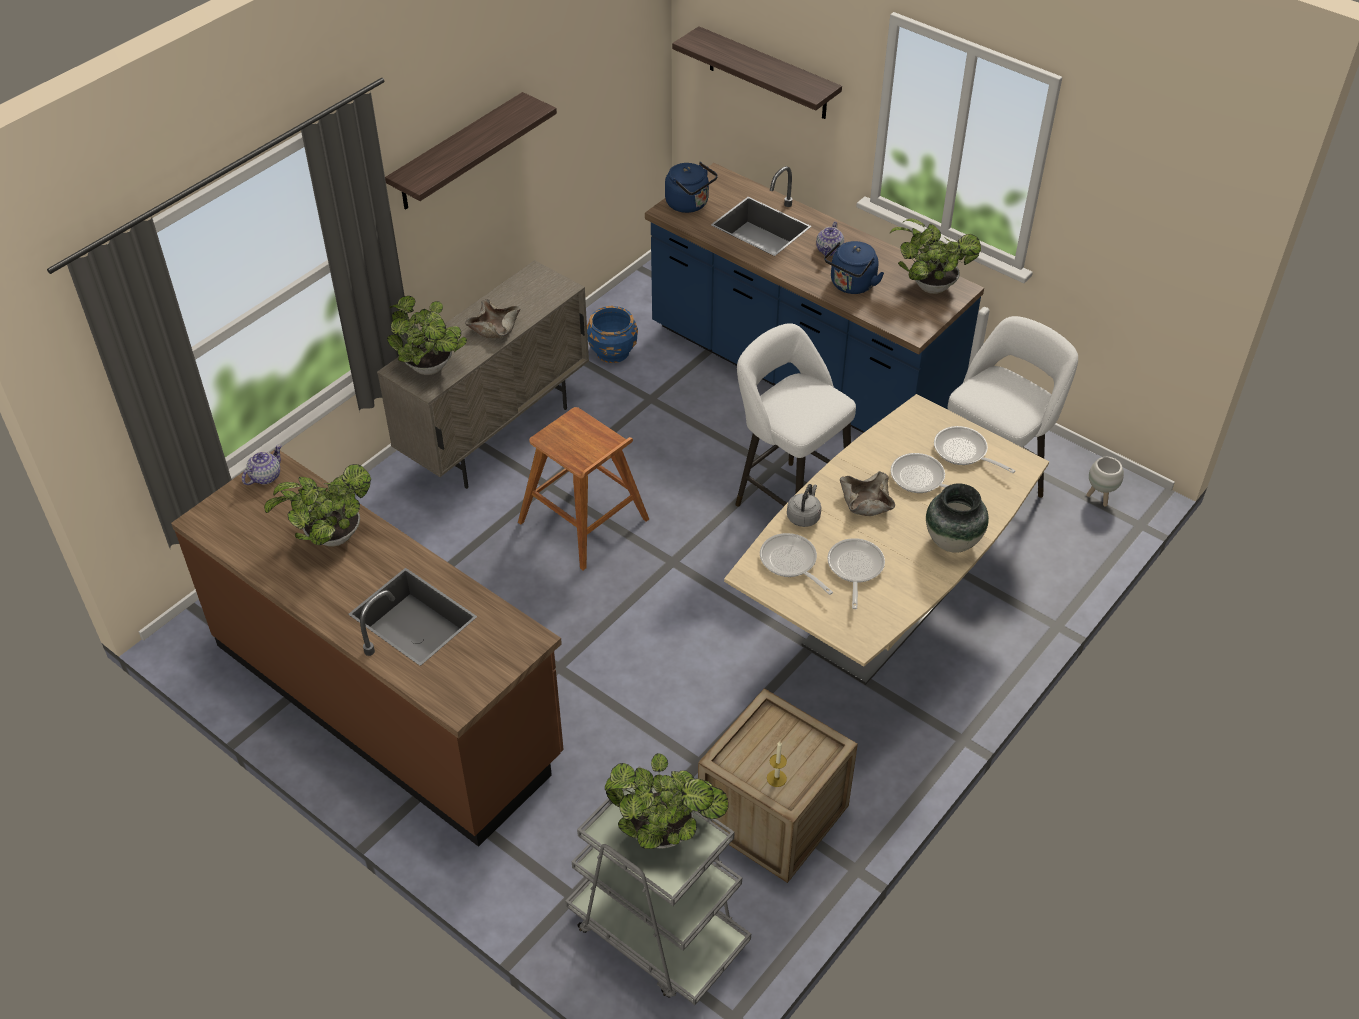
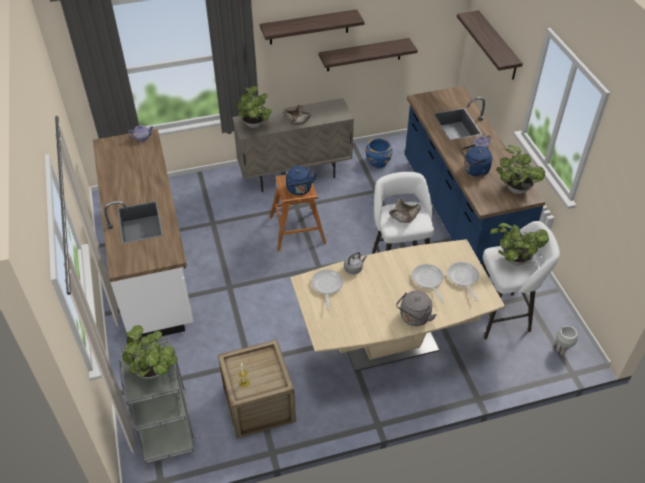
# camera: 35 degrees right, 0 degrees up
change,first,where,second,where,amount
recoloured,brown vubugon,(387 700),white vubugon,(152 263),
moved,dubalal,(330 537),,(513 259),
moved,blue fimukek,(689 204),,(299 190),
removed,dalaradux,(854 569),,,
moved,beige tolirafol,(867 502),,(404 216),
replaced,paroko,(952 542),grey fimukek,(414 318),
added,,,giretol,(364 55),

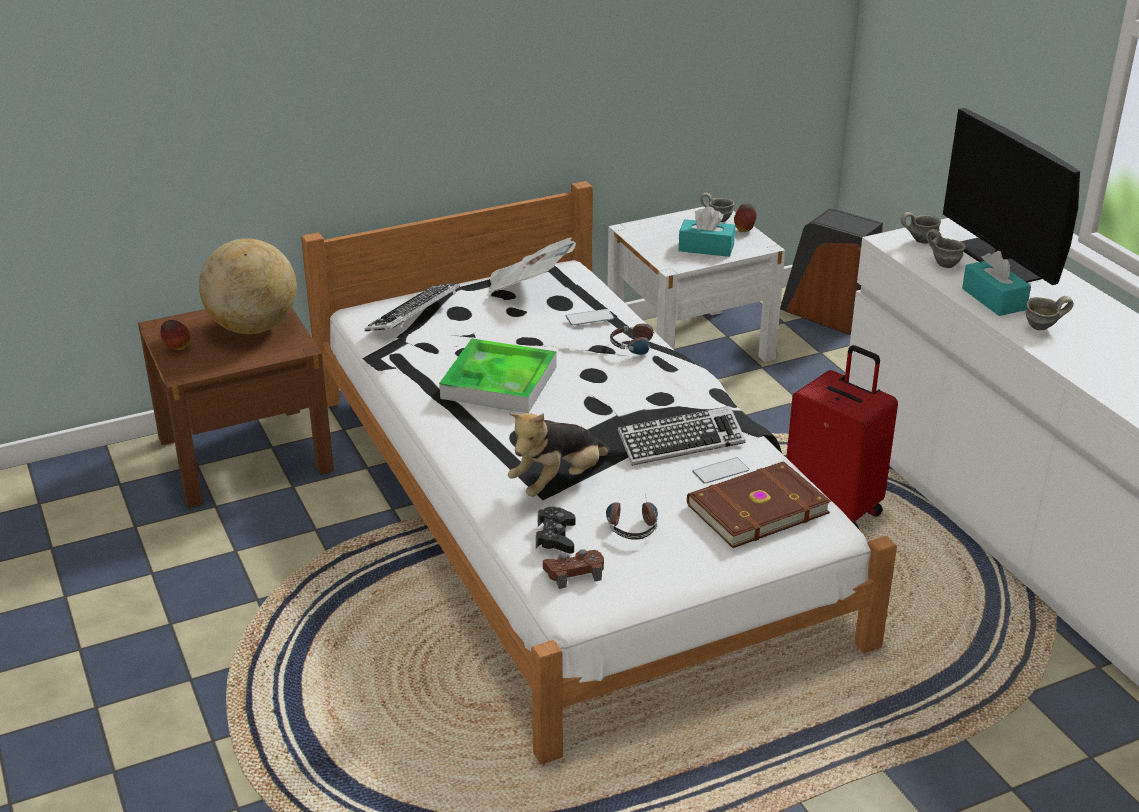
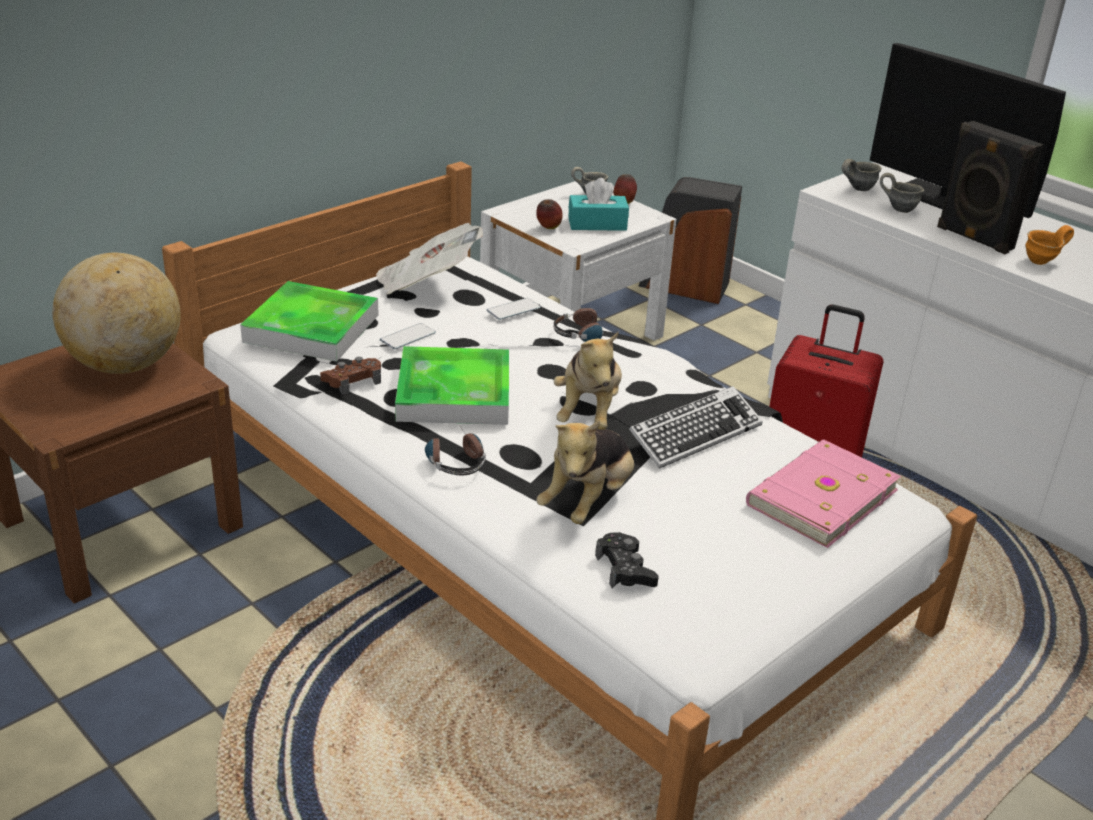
# camera: 20 degrees left, 0 degrees up
change,first,where,second,where,amount
moved,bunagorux,(177 348),,(548 228),
replaced,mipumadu,(414 315),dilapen,(311 328),
moved,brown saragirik,(574 573),,(352 381),
moved,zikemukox,(631 523),,(454 459),
recoloured,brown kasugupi,(755 508),pink kasugupi,(819 497),
moved,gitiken,(720 471),,(407 336),
replaced,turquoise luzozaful,(993 299),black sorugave,(973 238),
recoloured,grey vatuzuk,(1043 328),orange vatuzuk,(1043 262),
added,,,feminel,(588 412),

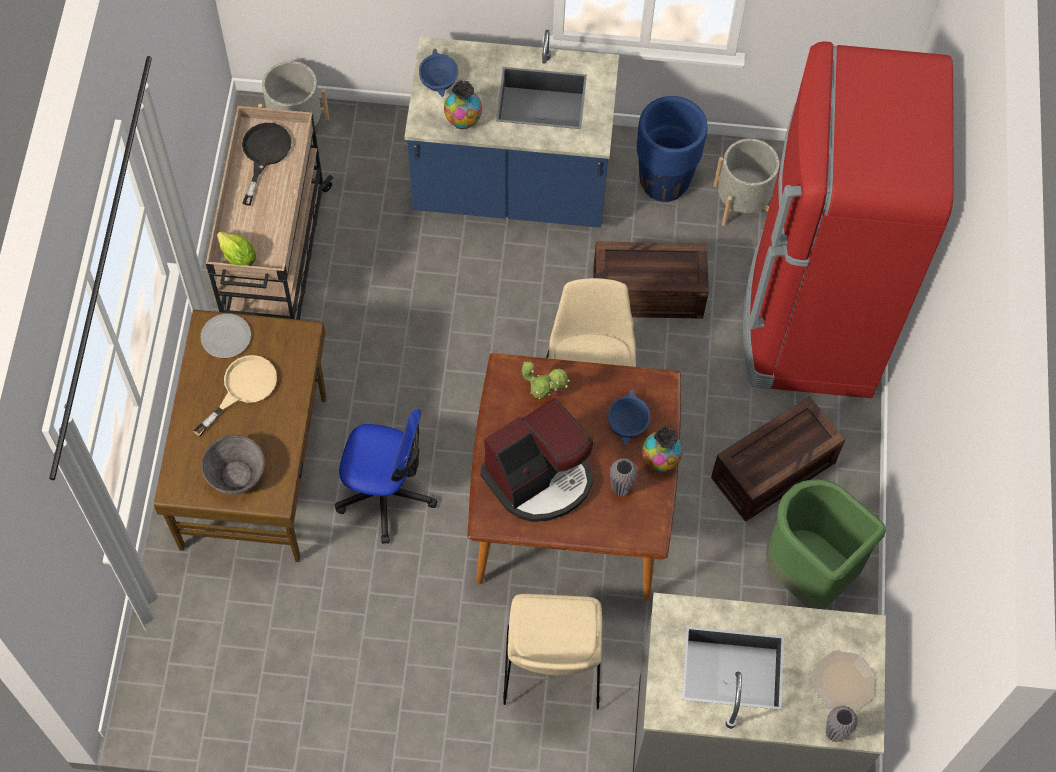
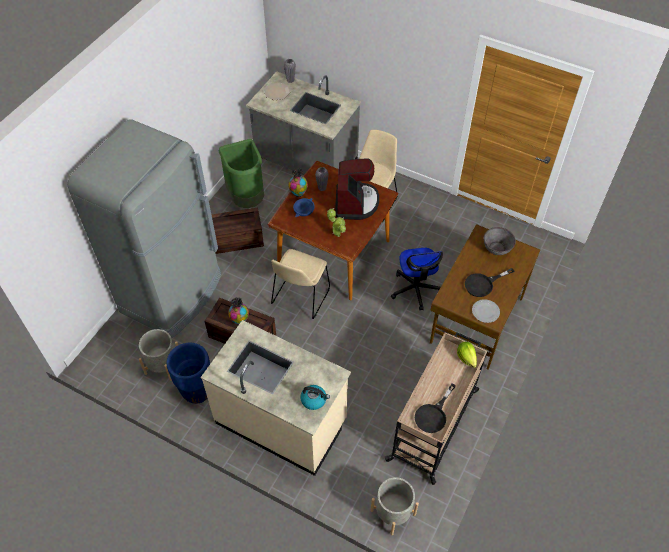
# camera: 155 degrees left, 10 degrees down
change,first,where,second,where,amount
recoloured,beige dalaradux,(243 388),black dalaradux,(483 284),
turned,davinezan,(386 493),,(416 289),135 degrees counterclockwise
recoloured,blue vubugon,(511 187),beige vubugon,(282 421),
replaced,blue tolirafol,(439 79),fimukek,(314 400),
moved,paroko,(463 121),,(240 319),
turned,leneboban,(540 478),,(355 203),105 degrees clockwise
recoloured,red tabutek,(810 322),grey tabutek,(173 294),

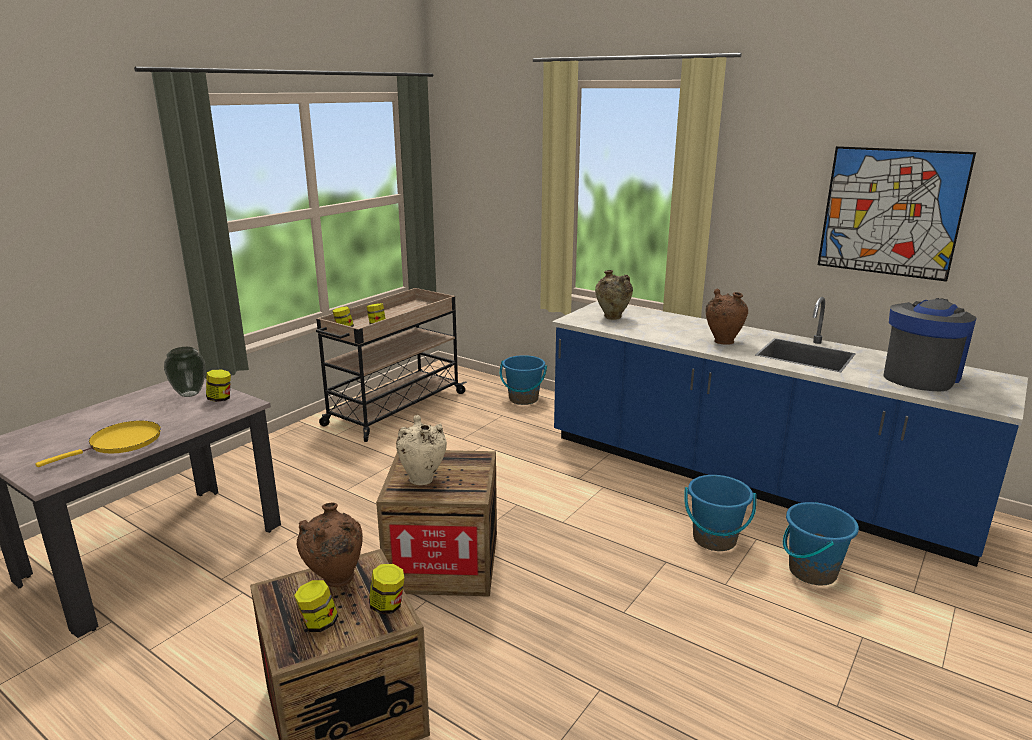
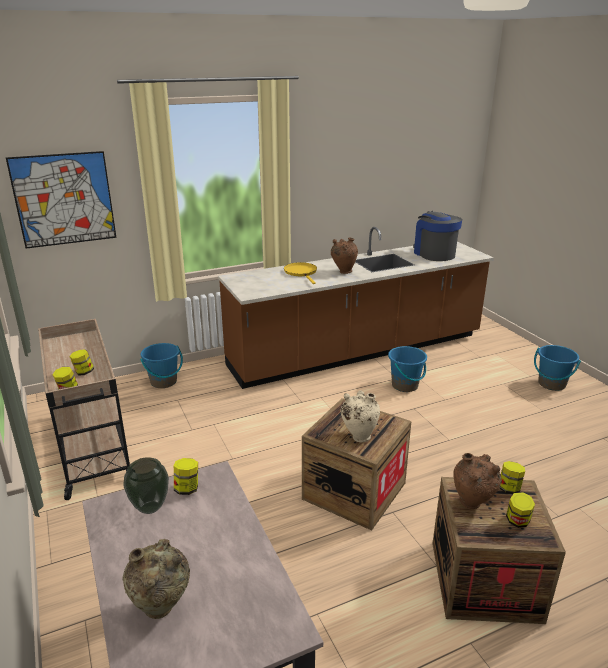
# camera: 60 degrees left, 5 degrees up
change,first,where,second,where,amount
moved,yellow dalaradux,(121 443),,(301 272),
recoloured,blue vubugon,(746 480),brown vubugon,(357 352),
moved,beige paroko,(612 318),,(162 610),
moved,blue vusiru,(812 571),,(551 384),
moved,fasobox,(891 212),,(64 199),

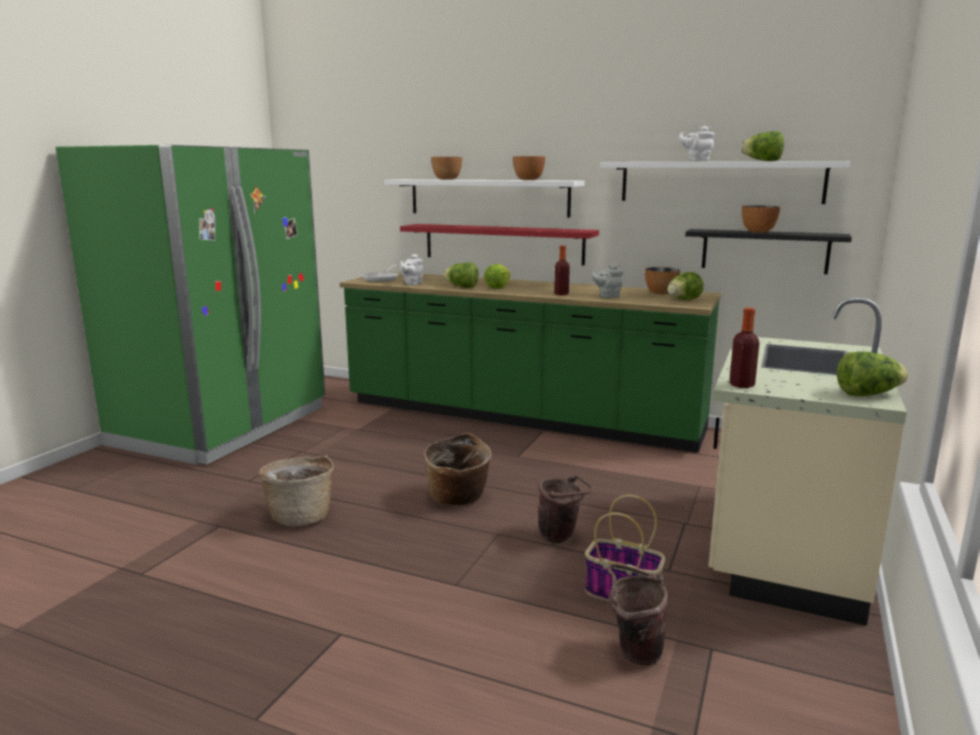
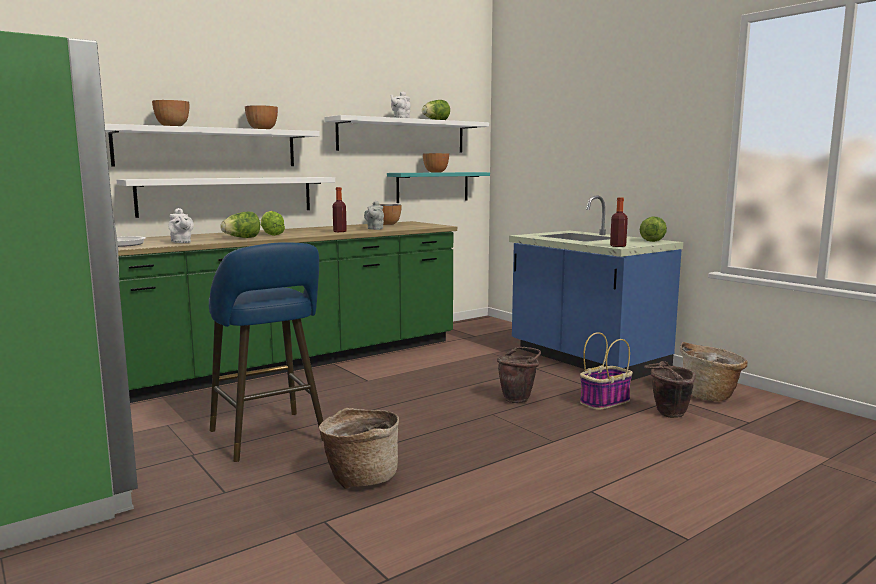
# camera: 60 degrees left, 5 degrees down
change,first,where,second,where,amount
recoloured,red giretol,(503 244),white giretol,(228 195),
moved,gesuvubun,(458 499),,(710 396),
removed,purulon,(683 300),,,
recoloured,black giretol,(764 251),turquoise giretol,(433 187),
recoloured,beige vubugon,(782 548),blue vubugon,(587 359),
added,,,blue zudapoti,(270 438),

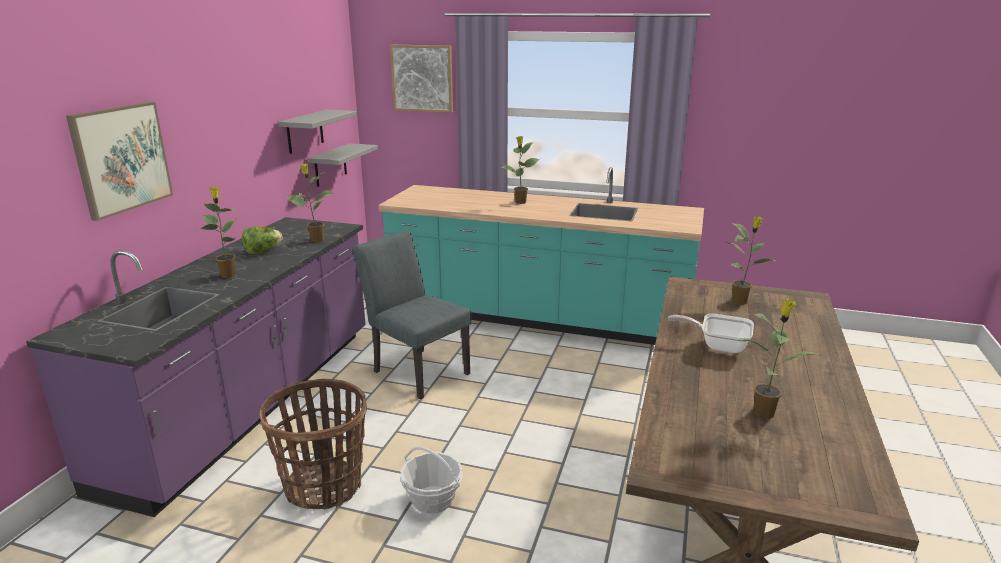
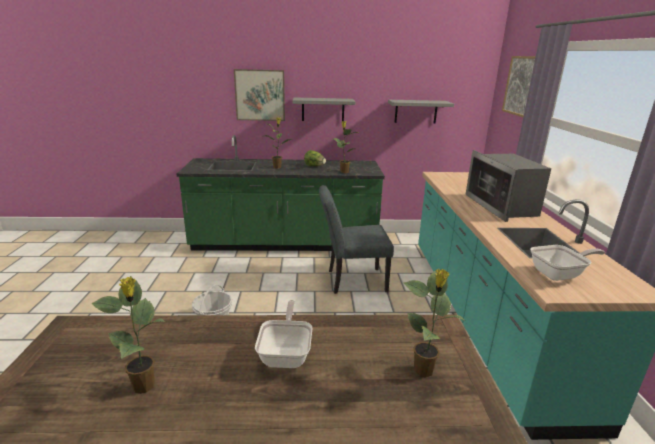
# camera: 70 degrees right, 0 degrees up
change,first,where,second,where,amount
recoloured,purple vubugon,(252 403),green vubugon,(285 243),
removed,gesuvubun,(324 486),,,
moved,grey giretol,(330 165),,(323 109),
turned,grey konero,(416 370),,(351 281),120 degrees counterclockwise
replaced,dubalal,(520 202),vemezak,(502 206),
added,,,dalaradux,(560 274),

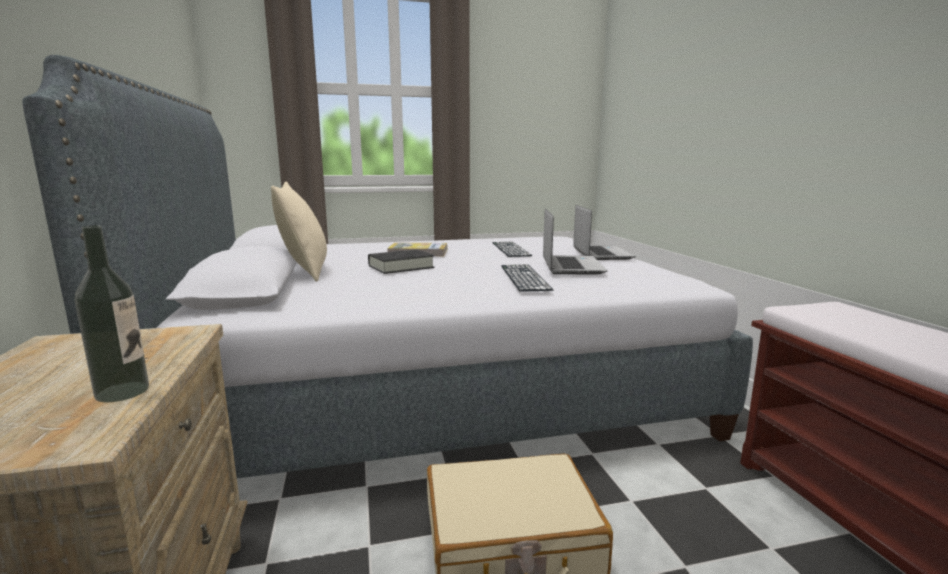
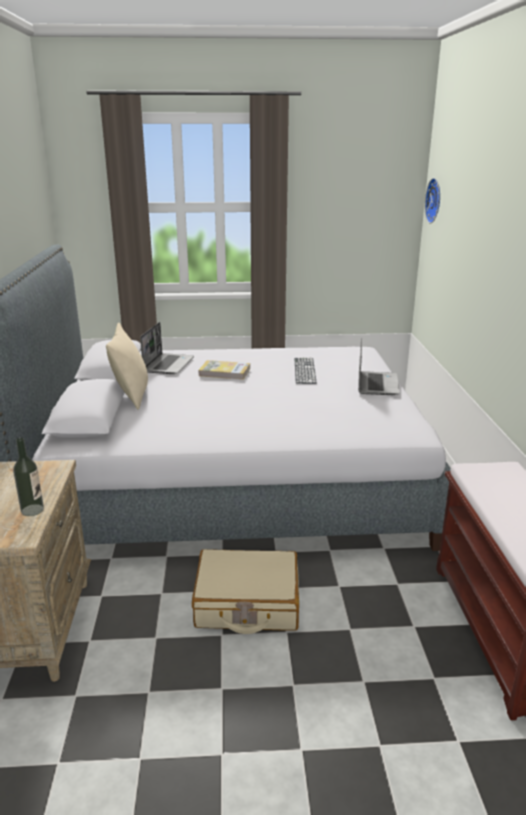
# camera: 10 degrees right, 10 degrees up
change,first,where,second,where,amount
removed,black kasugupi,(401 267),,,
removed,mipumadu,(524 277),,,
moved,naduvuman,(570 266),,(168 364),
added,,,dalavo,(435 200),

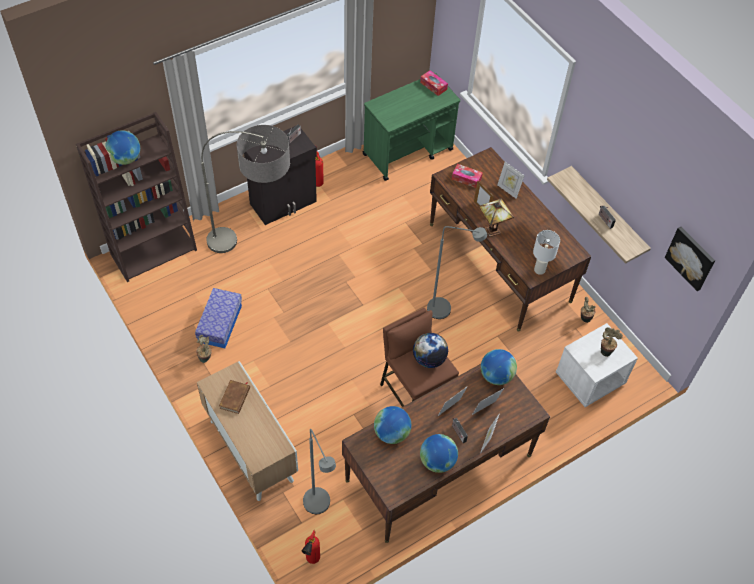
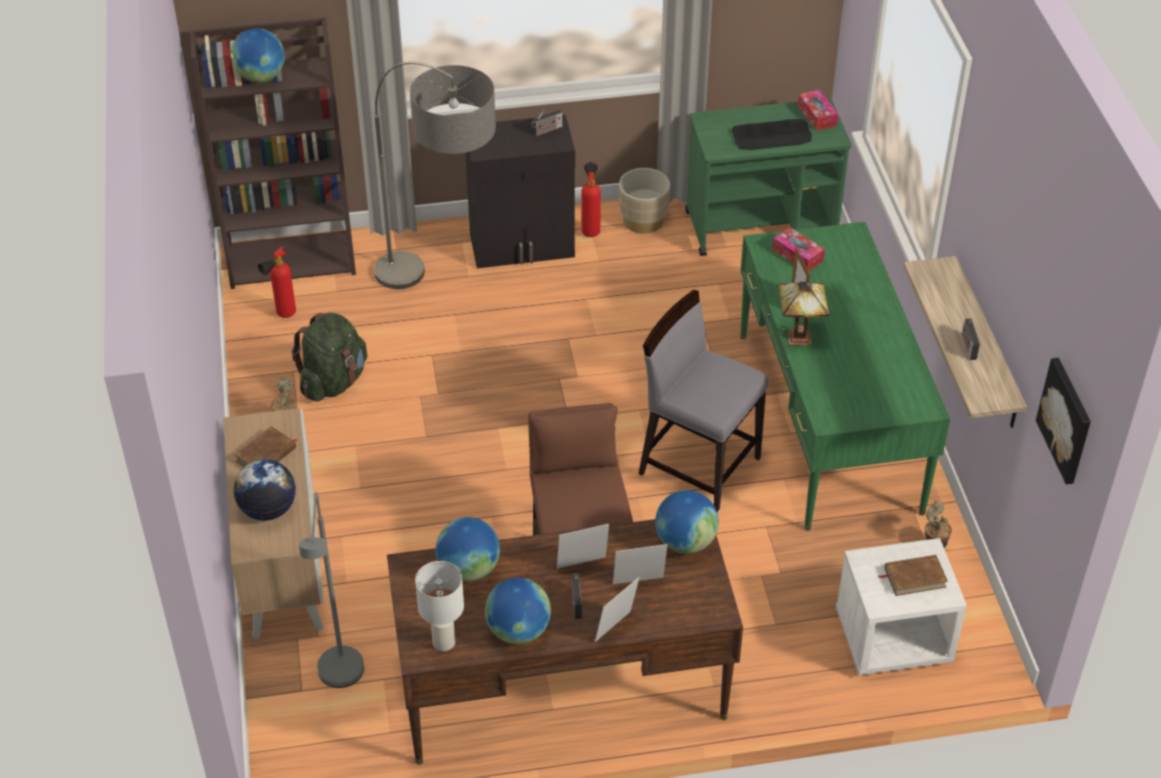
# camera: 25 degrees right, 10 degrees down
change,first,where,second,where,amount
replaced,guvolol,(220 324),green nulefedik,(334 382),
moved,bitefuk,(311 561),,(282 315),
moved,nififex,(429 359),,(268 509),
replaced,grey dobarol,(445 310),grey konero,(699 464),
recoloured,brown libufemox,(499 262),green libufemox,(828 421),
removed,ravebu,(508 190),,,
moved,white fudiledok,(539 270),,(443 642),
replaced,dubalal,(605 350),brown kasugupi,(914 577),
added,,,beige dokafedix,(643 221),
added,,,mipumadu,(772 135),

